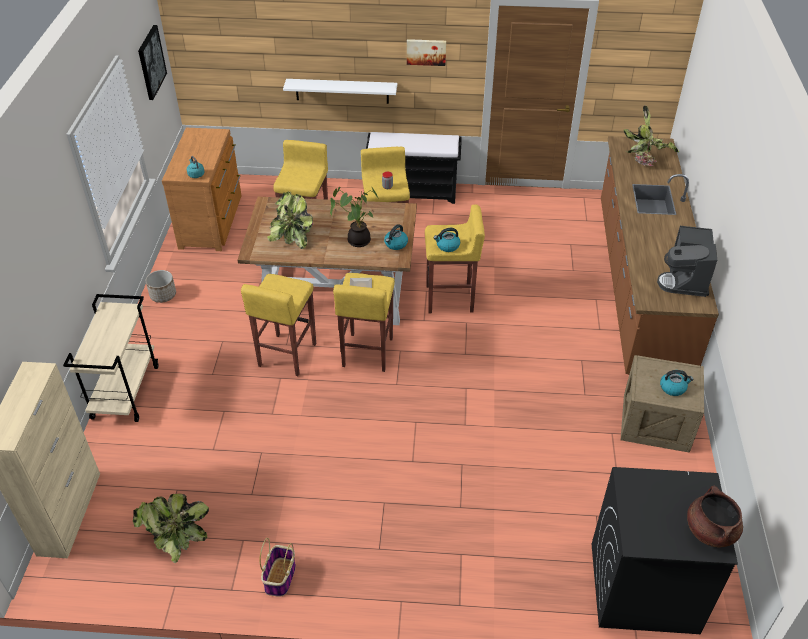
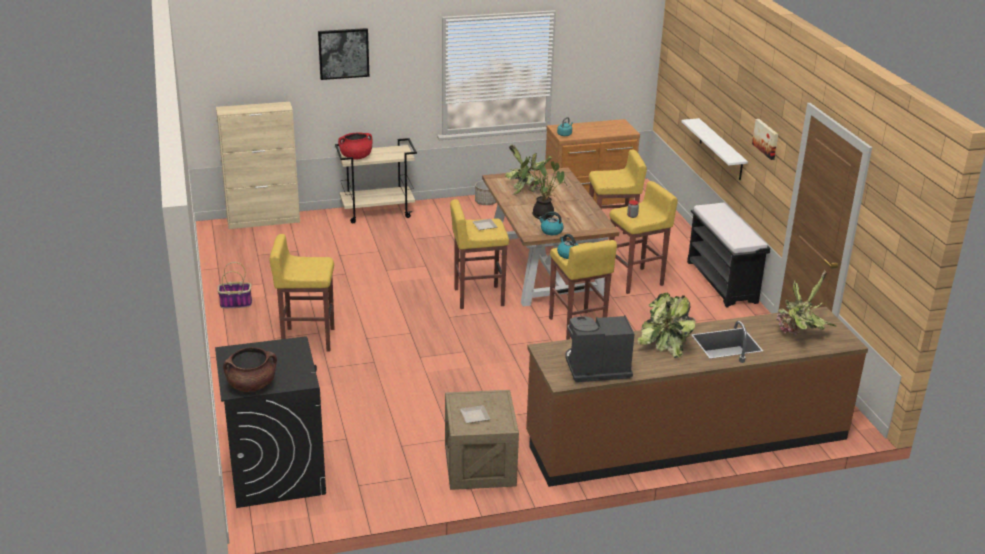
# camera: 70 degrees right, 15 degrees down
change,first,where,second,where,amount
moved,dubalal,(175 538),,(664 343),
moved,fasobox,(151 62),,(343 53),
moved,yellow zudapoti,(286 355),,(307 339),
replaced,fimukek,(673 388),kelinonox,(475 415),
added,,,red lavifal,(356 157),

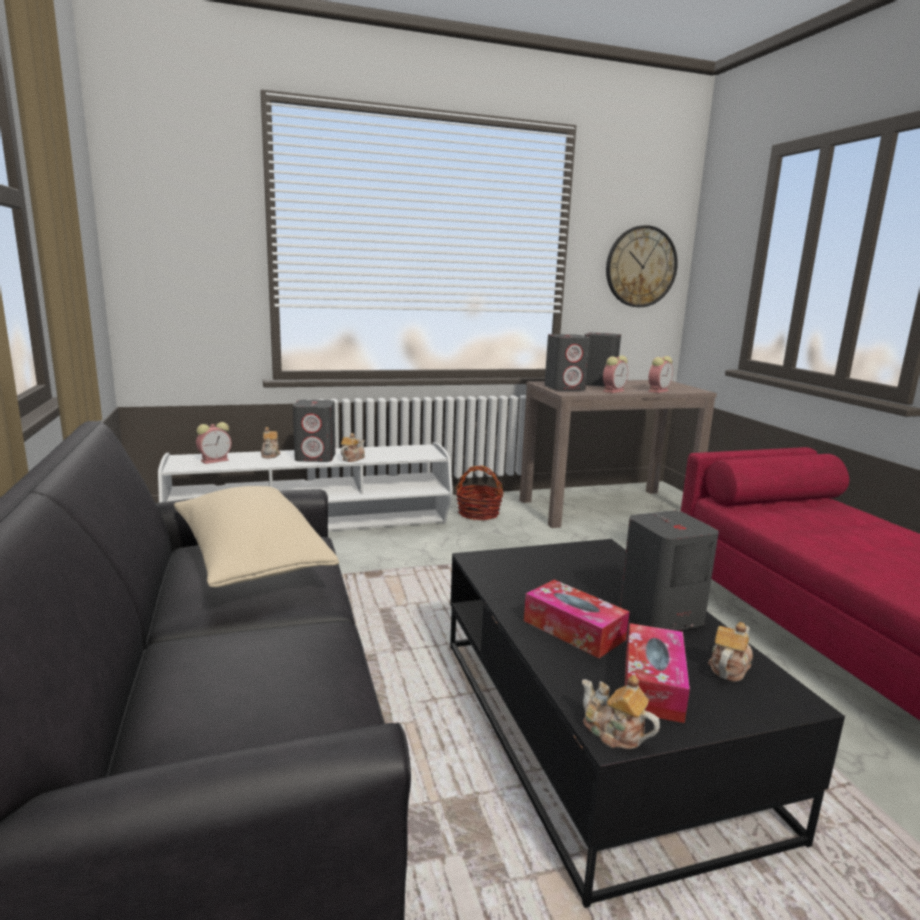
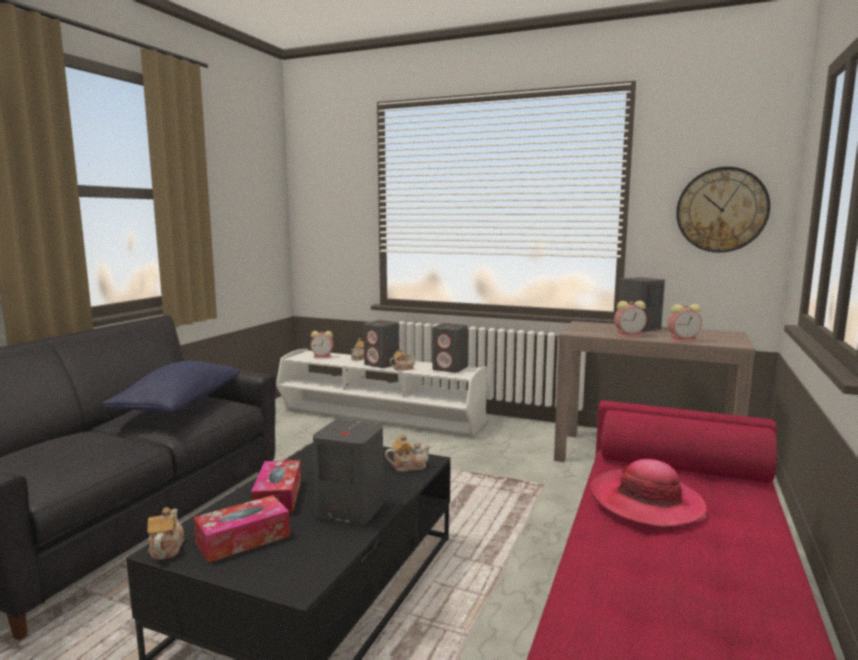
# camera: 40 degrees right, 5 degrees down
change,first,where,second,where,amount
recoloured,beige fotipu,(250 560),blue fotipu,(179 405),
removed,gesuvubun,(478 513),,,
moved,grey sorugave,(565 388),,(450 368),
moved,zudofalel,(728 667),,(408 466),
added,,,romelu,(646 502),

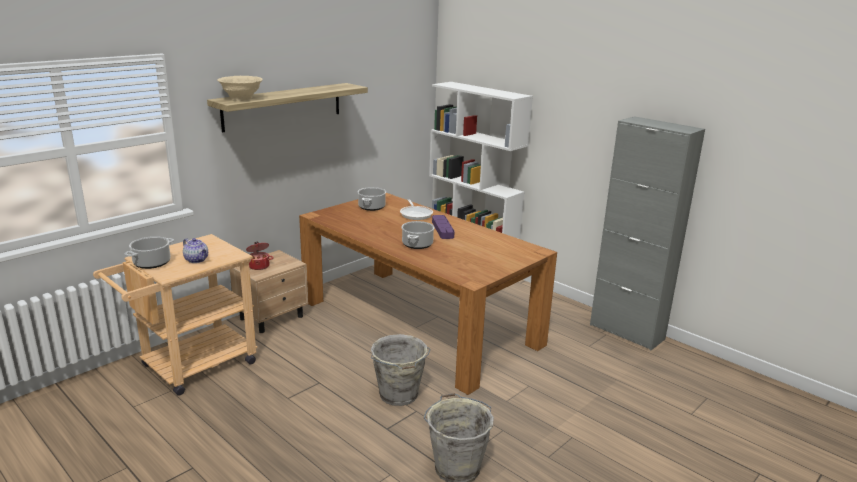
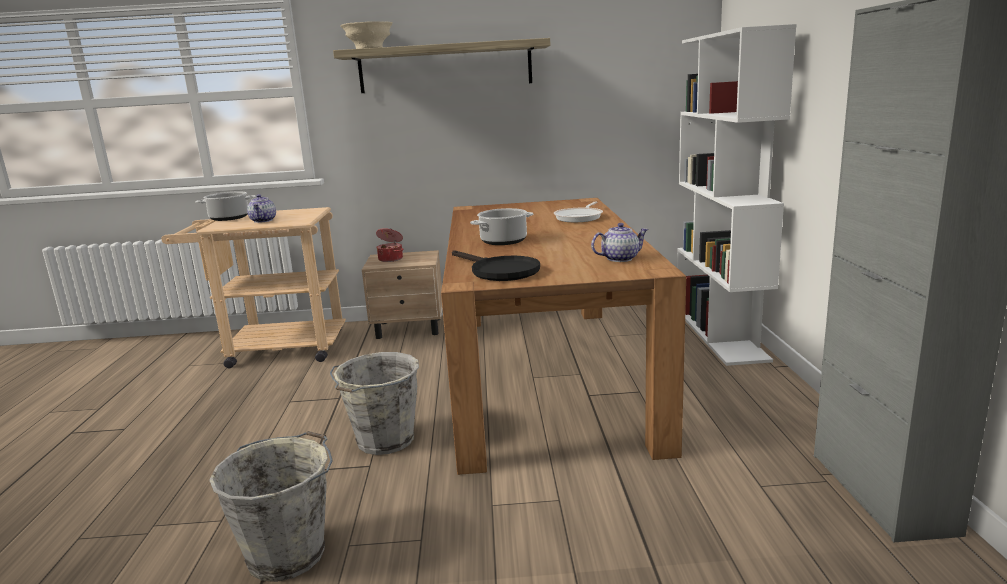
# camera: 45 degrees right, 5 degrees down
change,first,where,second,where,amount
removed,lavifal,(371 207),,,
removed,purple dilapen,(442 229),,,
added,,,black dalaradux,(499 271),
added,,,zudofalel,(620 258),

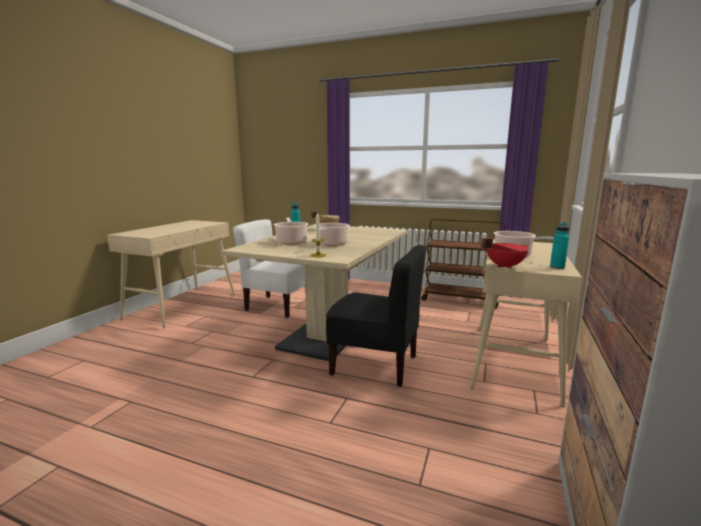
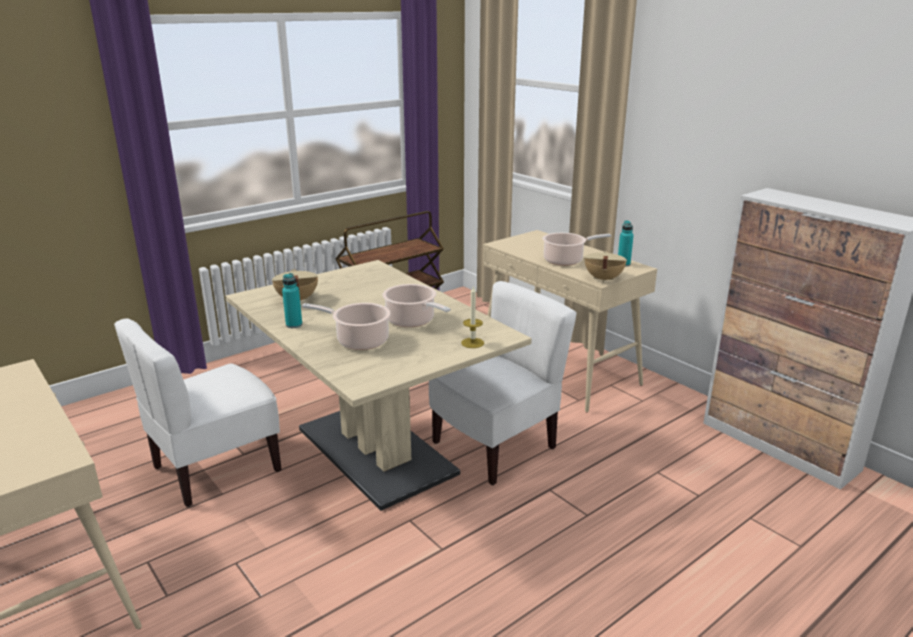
# camera: 60 degrees left, 10 degrees up
change,first,where,second,where,amount
recoloured,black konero,(375 365),white konero,(496 446),
recoloured,red lavifal,(504 266),beige lavifal,(602 279),

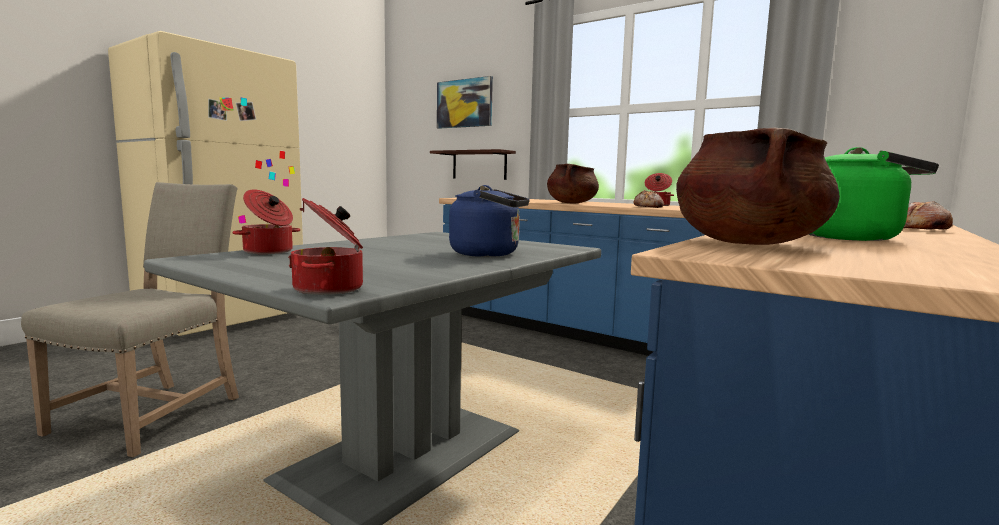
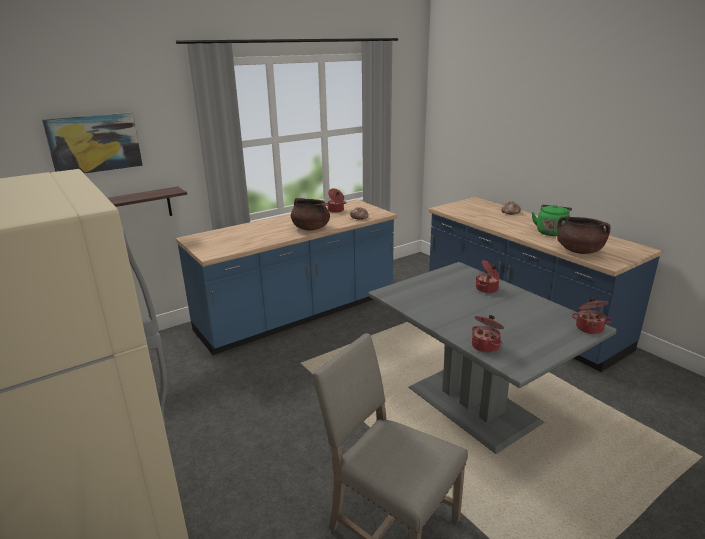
# camera: 70 degrees left, 15 degrees up
change,first,where,second,where,amount
replaced,blue fimukek,(489 254),lavifal,(487 289),

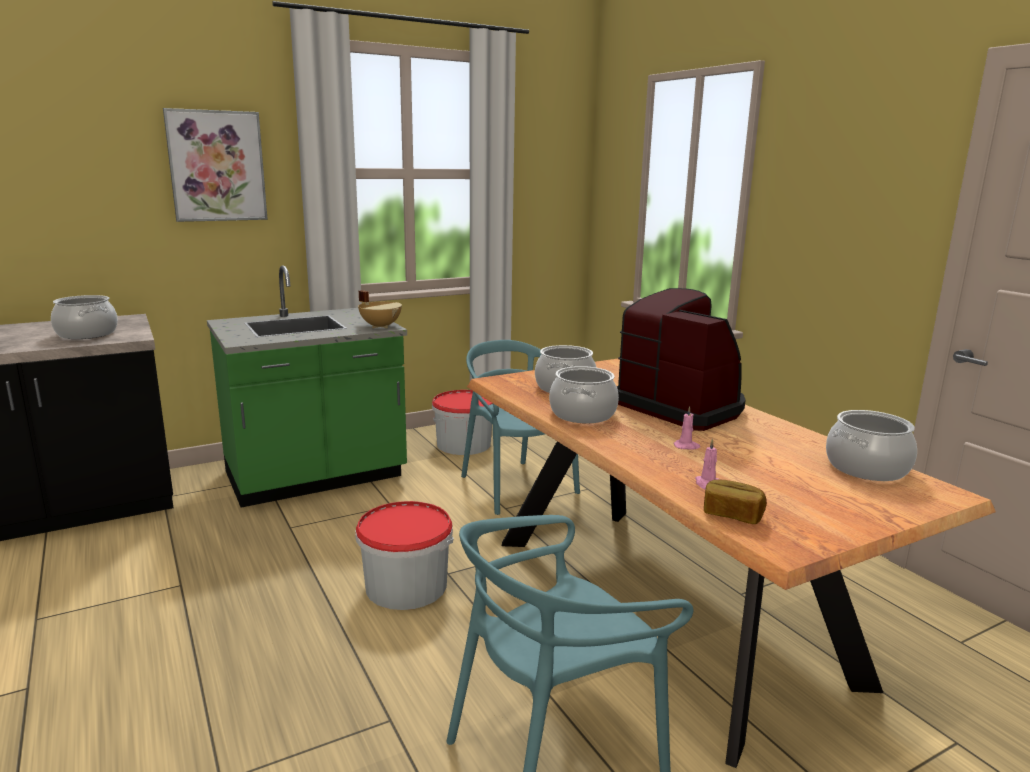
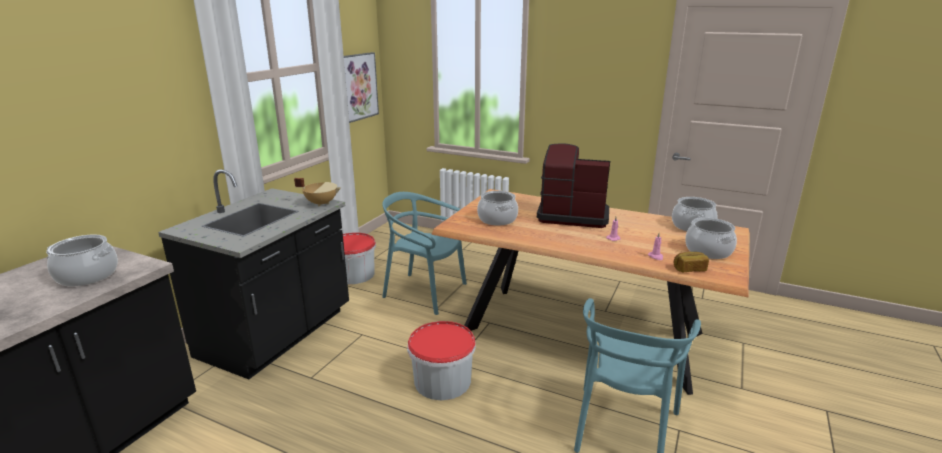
# camera: 35 degrees left, 5 degrees up
change,first,where,second,where,amount
moved,fasobox,(217 166),,(358 87),
recoloured,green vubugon,(316 477),black vubugon,(277 334),
moved,lavifal,(583 414),,(708 251),

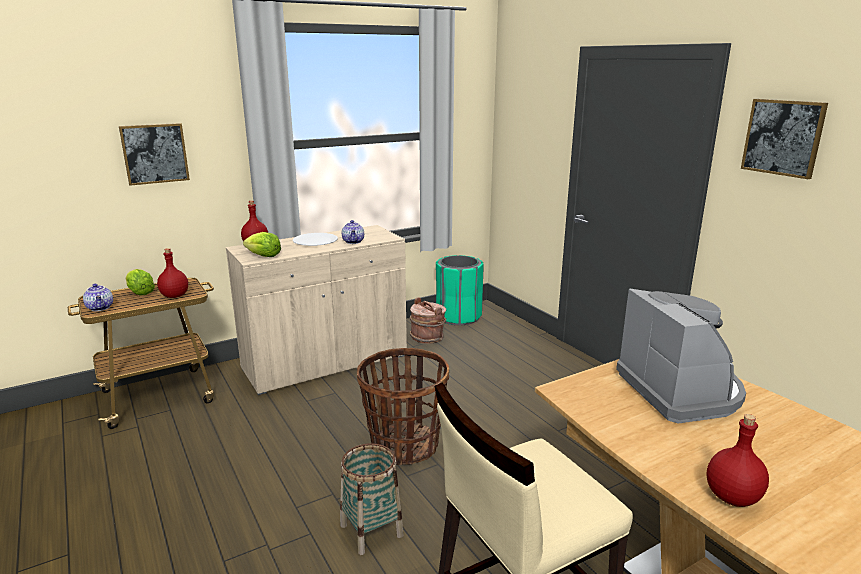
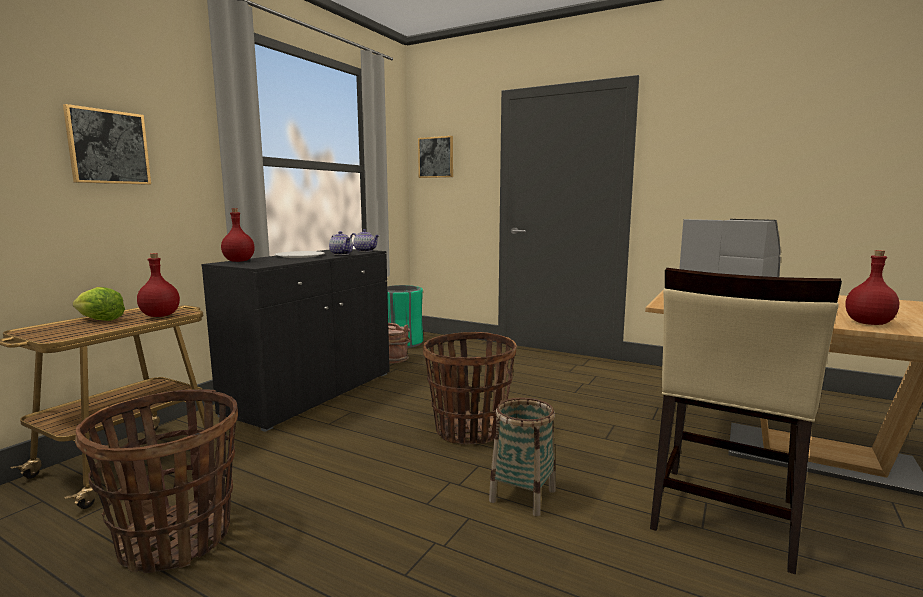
# camera: 30 degrees left, 10 degrees down
change,first,where,second,where,amount
moved,zudofalel,(101 308),,(365 251),
recoloured,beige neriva,(325 363),black neriva,(312 393),
removed,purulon,(263 256),,,
moved,fasobox,(783 137),,(436 157),
added,,,gesuvubun,(176 539),

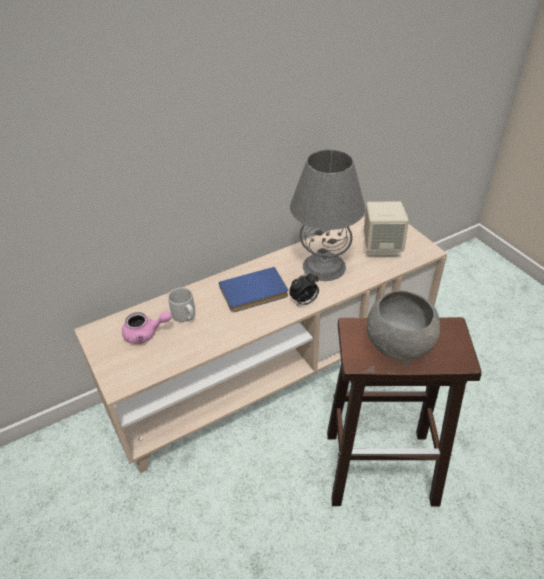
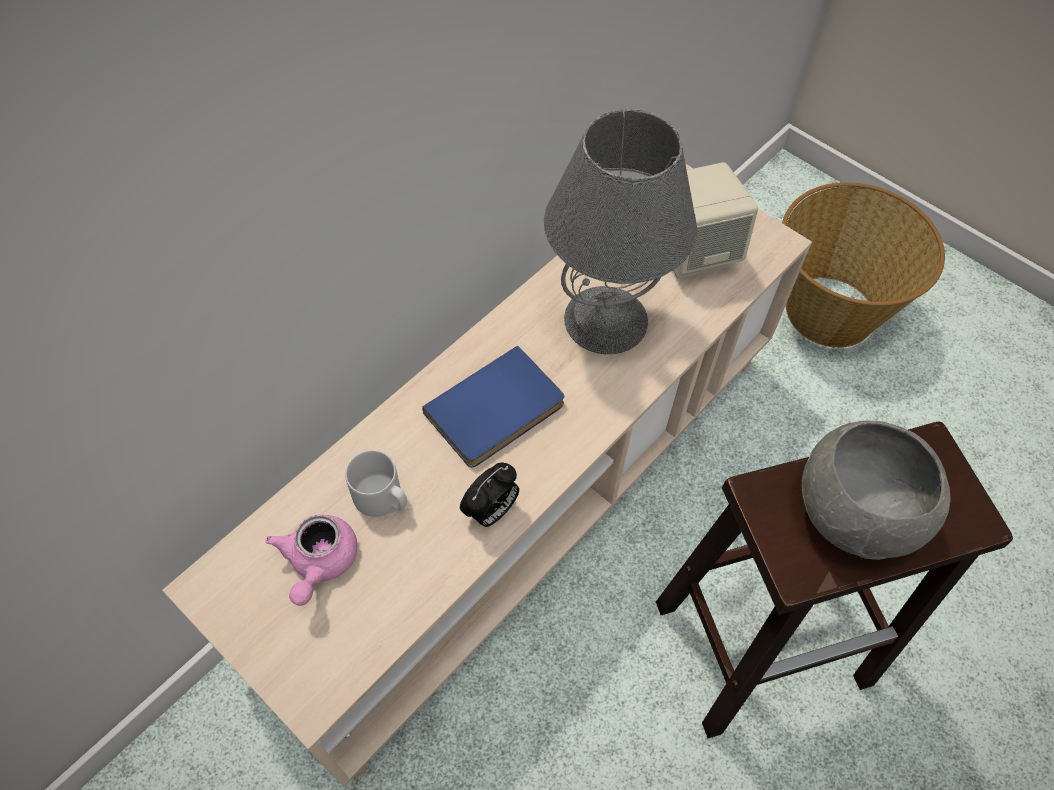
# camera: 20 degrees left, 15 degrees up
change,first,where,second,where,amount
turned,pink zudofalel,(145 334),,(319 563),120 degrees clockwise
moved,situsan,(304 302),,(491 511),
added,,,gesuvubun,(828 310),

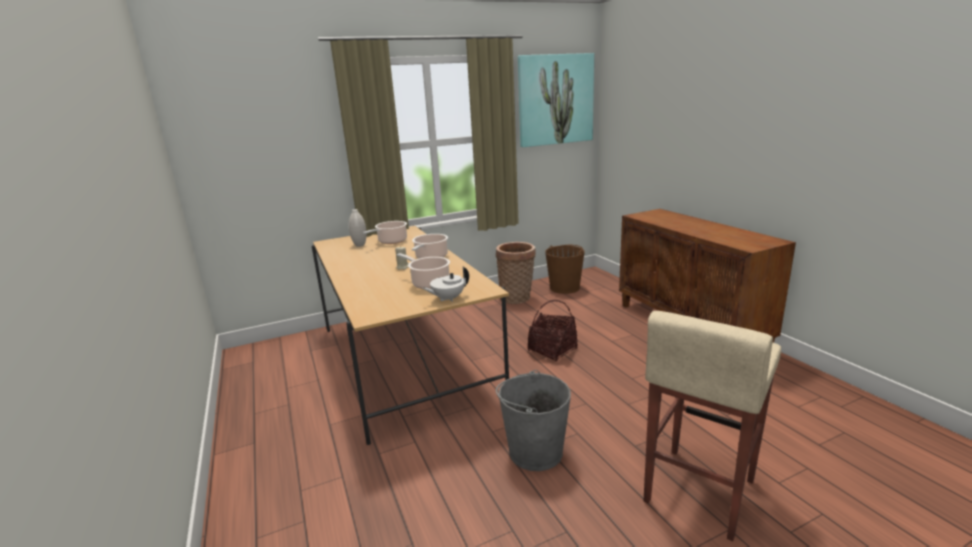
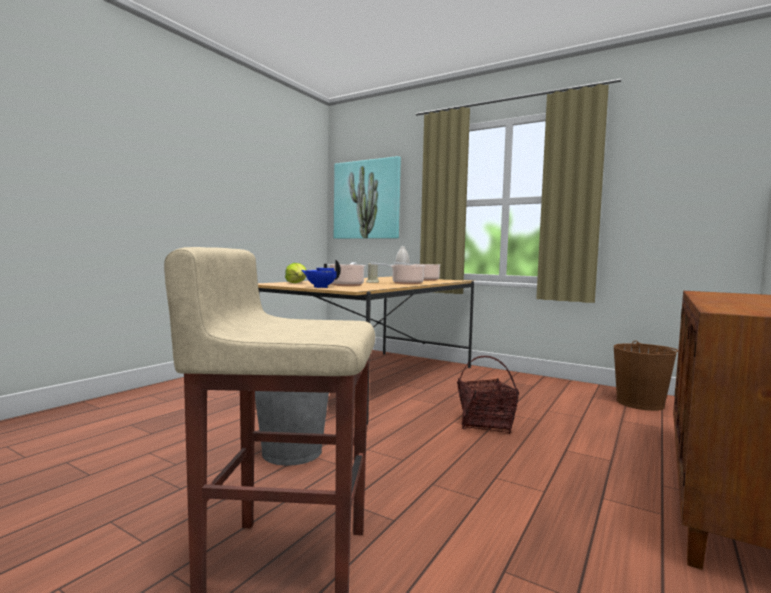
# camera: 55 degrees right, 15 degrees down
change,first,where,second,where,amount
recoloured,white zudofalel,(448 299),blue zudofalel,(320 287),
removed,gesuvubun,(517 298),,,
moved,fasobox,(555 100),,(367 200),
added,,,purulon,(297 283),

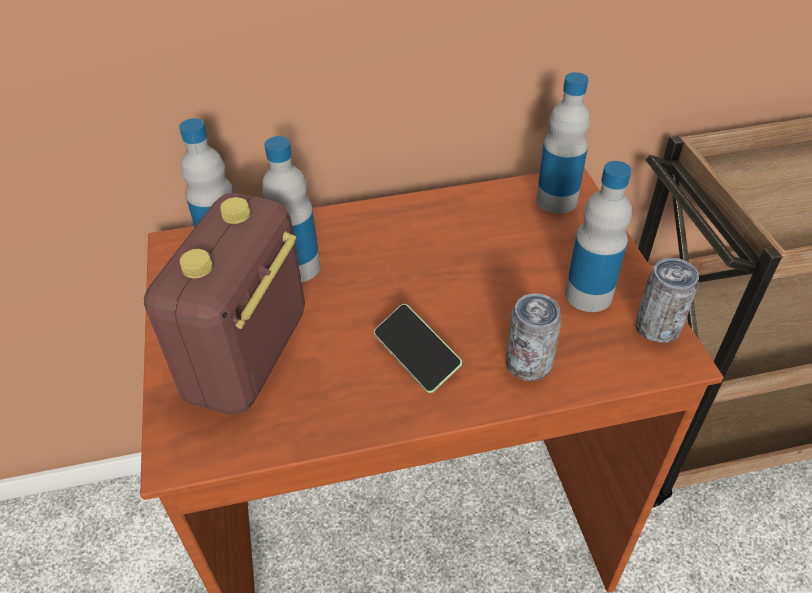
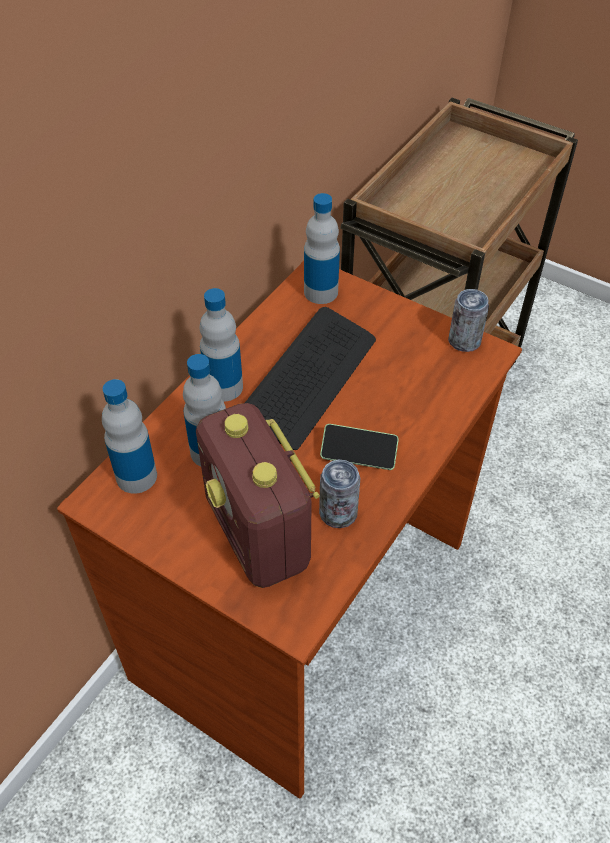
# camera: 45 degrees left, 5 degrees up
change,first,where,second,where,amount
moved,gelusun,(528 364),,(338 513),
moved,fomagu,(588 295),,(224 387),
added,,,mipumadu,(308 379),

